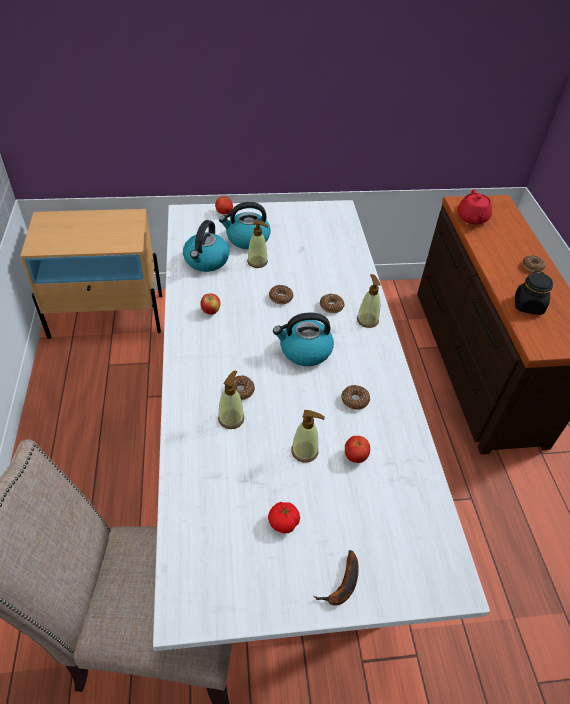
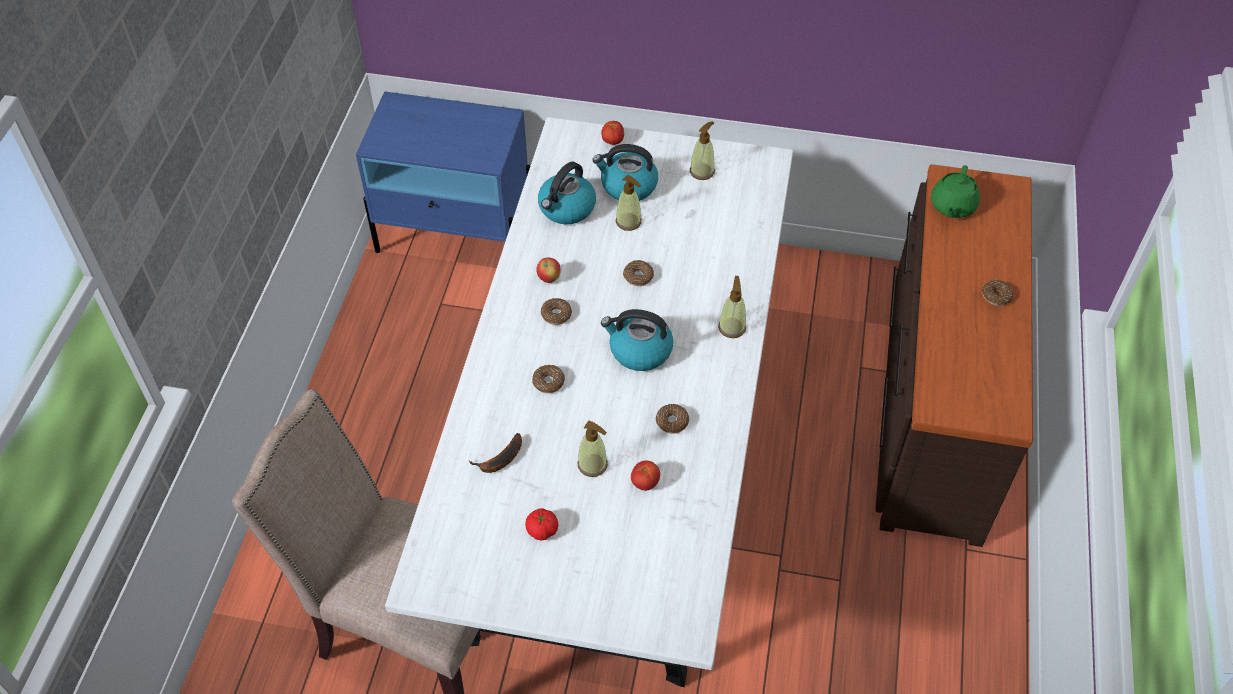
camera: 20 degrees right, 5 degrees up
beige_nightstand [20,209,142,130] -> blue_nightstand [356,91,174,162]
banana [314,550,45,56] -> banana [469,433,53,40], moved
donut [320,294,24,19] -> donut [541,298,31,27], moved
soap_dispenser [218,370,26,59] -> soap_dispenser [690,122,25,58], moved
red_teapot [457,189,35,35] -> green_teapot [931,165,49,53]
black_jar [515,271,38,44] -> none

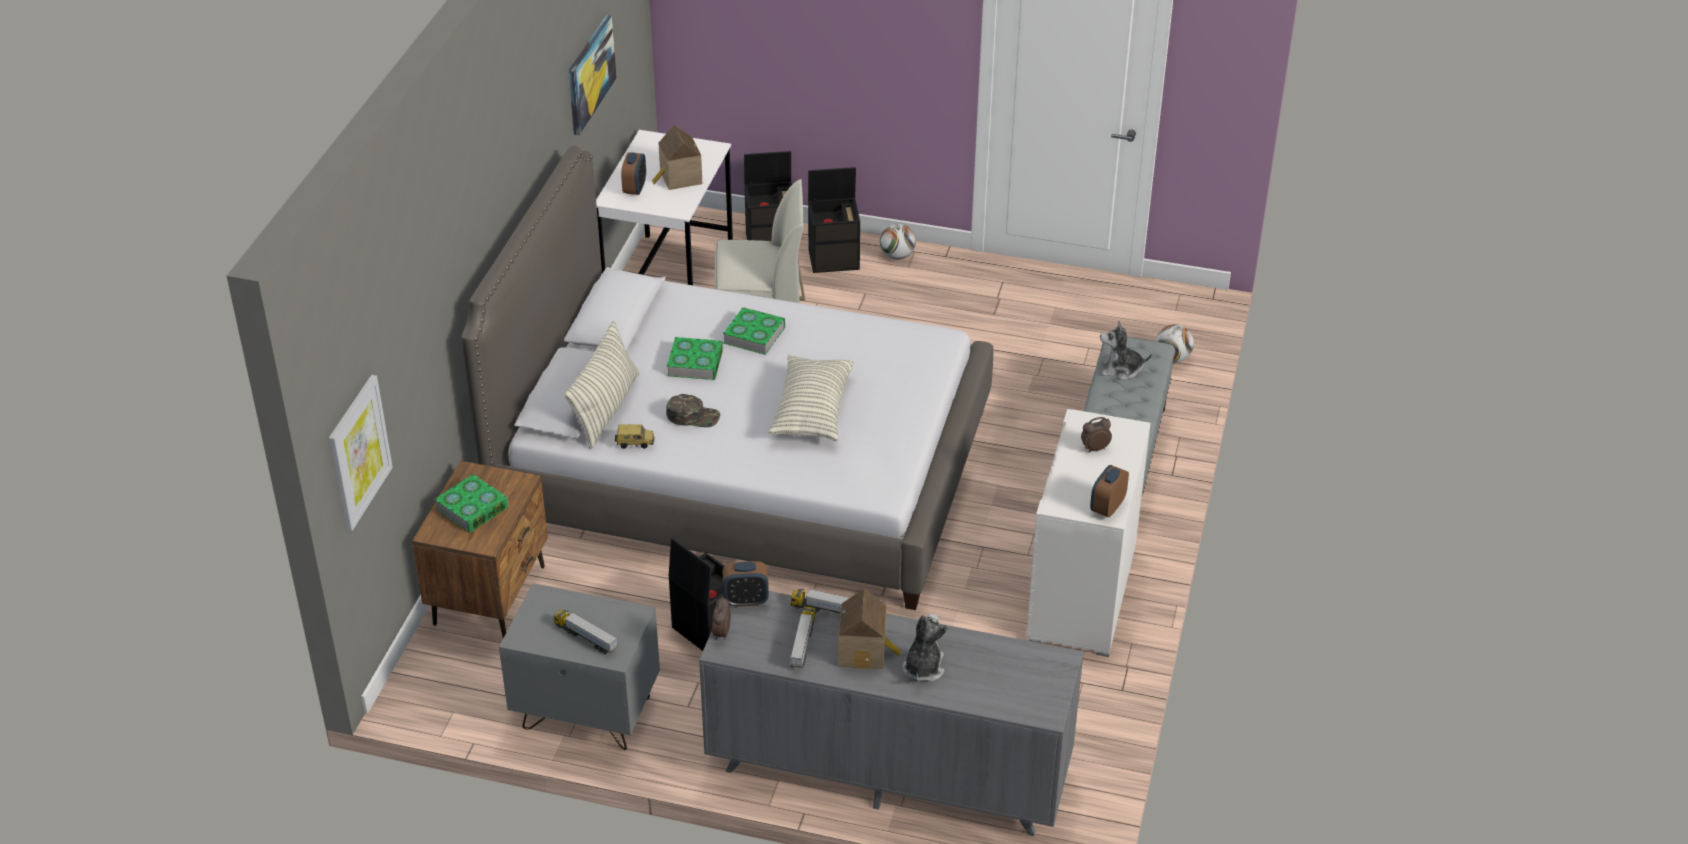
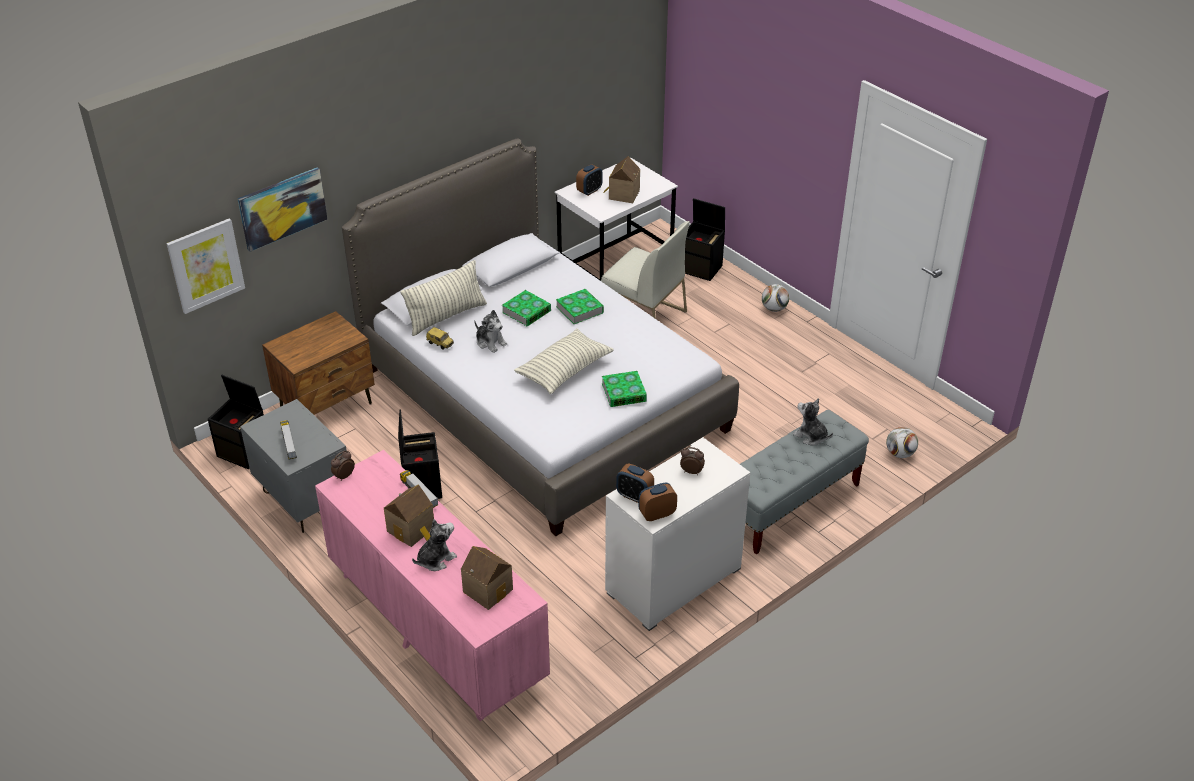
camera: 35 degrees right, 0 degrees up
black_storage_box [808,167,52,106] -> black_storage_box [208,375,56,95], moved
picture [568,15,49,121] -> picture [238,167,90,85], moved
grey_dresser [699,591,385,245] -> pink_dresser [315,450,235,271]
none -> toy_house [461,546,52,64]
green_cap [666,394,54,33] -> plush_toy [474,310,33,43]
book [434,474,75,59] -> book [602,371,45,36], moved
alarm_clock [722,561,47,46] -> alarm_clock [616,464,38,39], moved
toy_truck [790,607,25,61] -> none

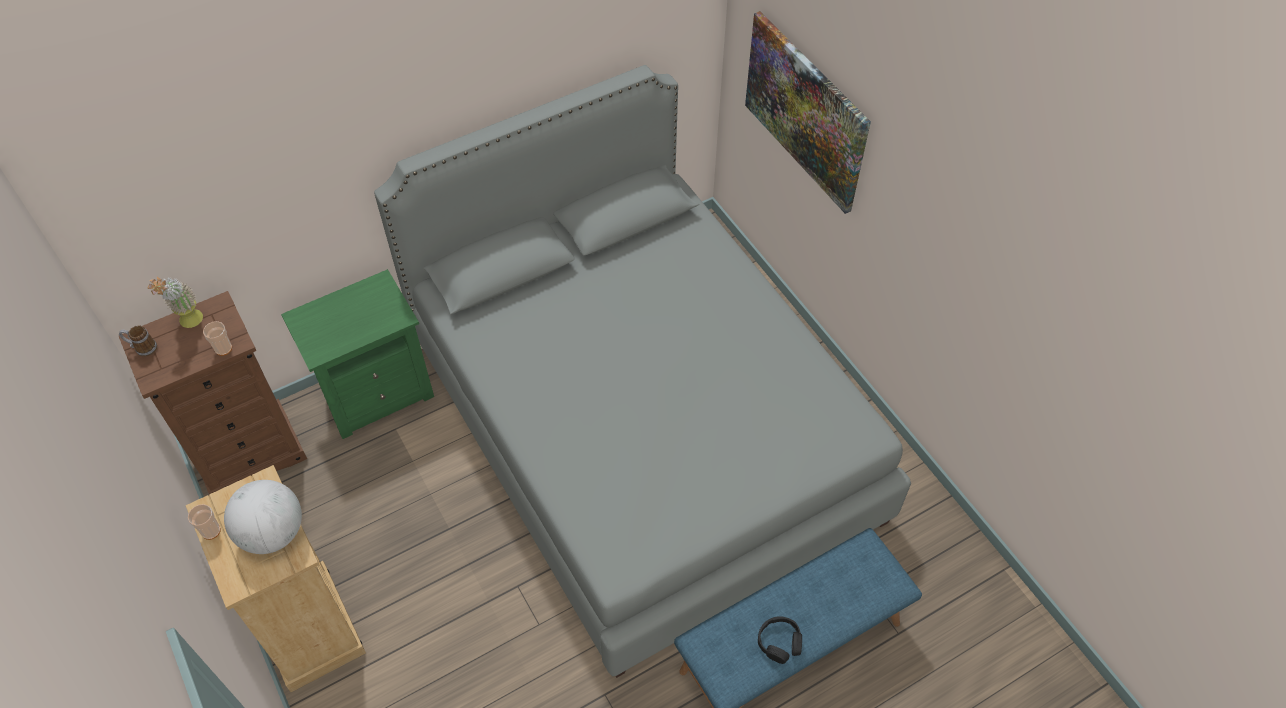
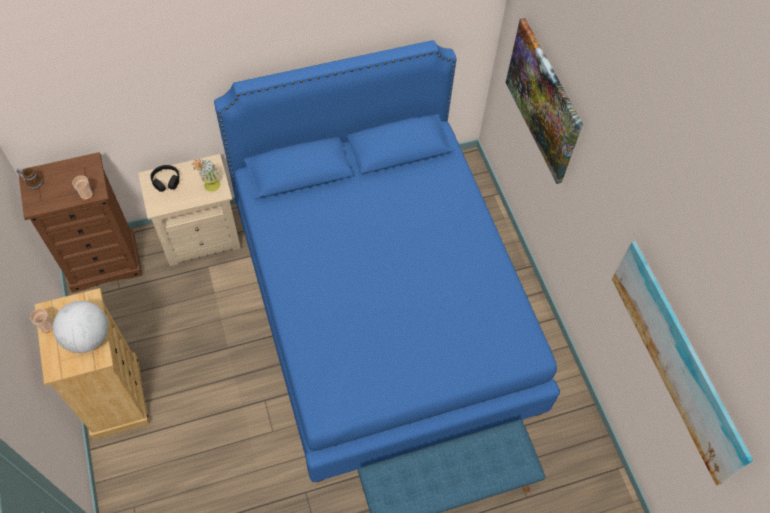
camera: 10 degrees right, 5 degrees up
green_nightstand [281,269,153,170] -> beige_nightstand [138,154,103,112]
black_headphones [758,616,44,48] -> black_headphones [150,165,29,27], moved
potted_plant [147,277,56,51] -> potted_plant [192,159,28,33], moved
grey_bed [374,65,537,613] -> blue_bed [214,40,346,442]
none -> picture [612,241,141,244]

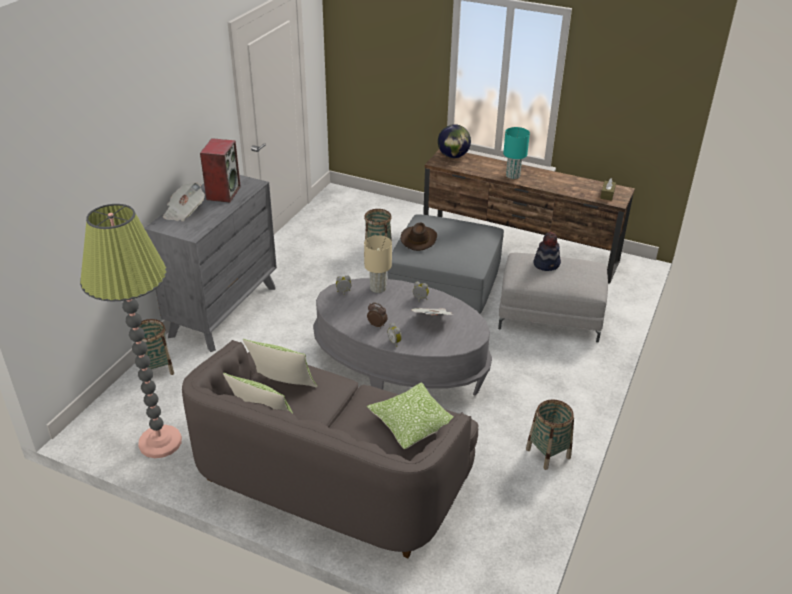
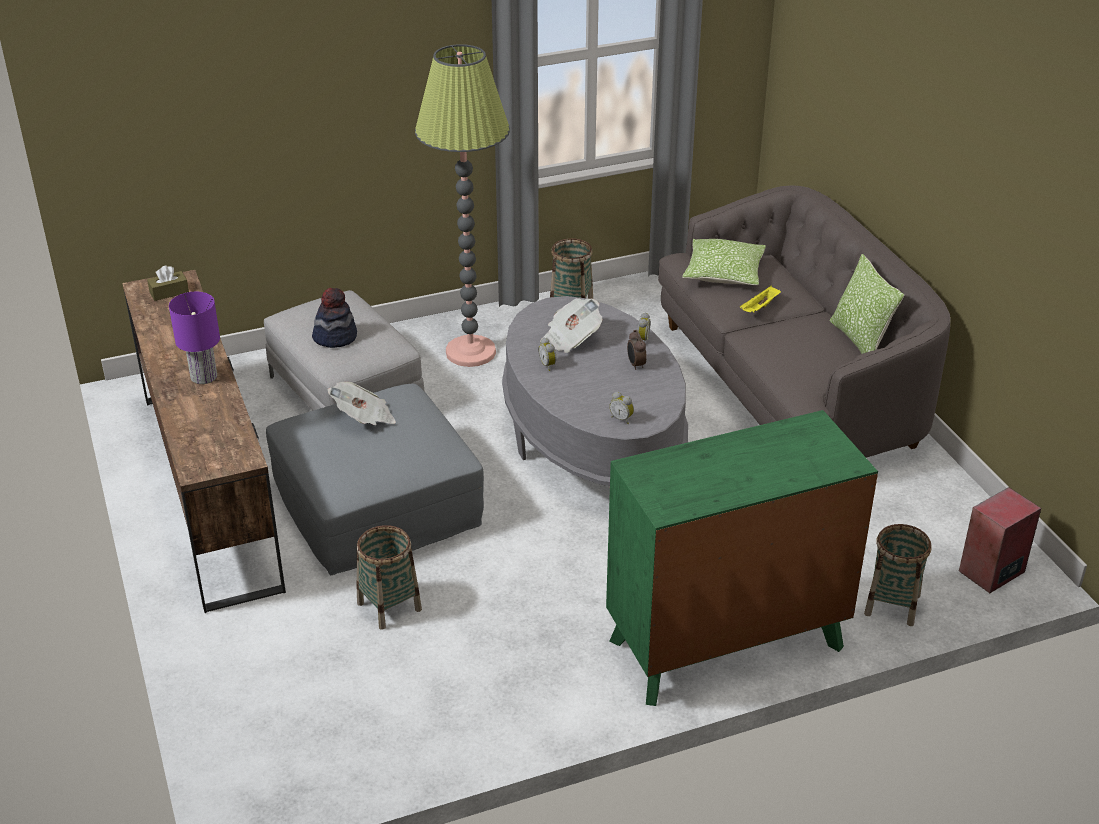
camera: 135 degrees left, 0 degrees up
turquoise_table_lamp [503,127,27,52] -> purple_table_lamp [169,292,51,92]
newspaper [163,182,42,39] -> newspaper [327,382,69,43], moved
floor_lamp [80,204,102,254] -> floor_lamp [415,44,95,323], moved
grey_dresser [144,175,133,177] -> green_dresser [606,410,272,296]
none -> yellow_tray [740,286,41,27]
speaker [200,138,41,64] -> speaker [959,487,82,106], moved
pillow [243,339,74,49] -> none
beige_table_lamp [364,235,28,58] -> none
brown_hat [401,223,36,28] -> none
globe [438,124,33,34] -> none

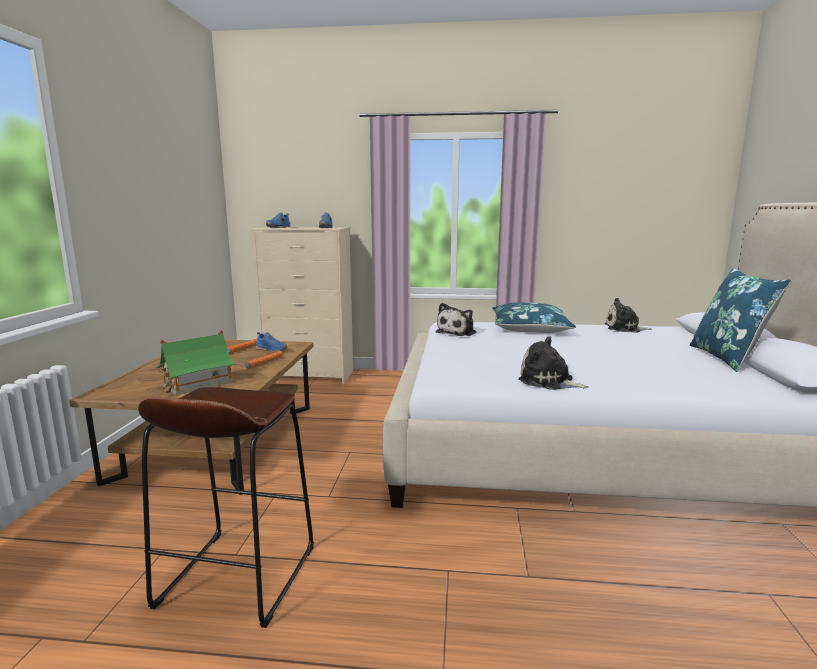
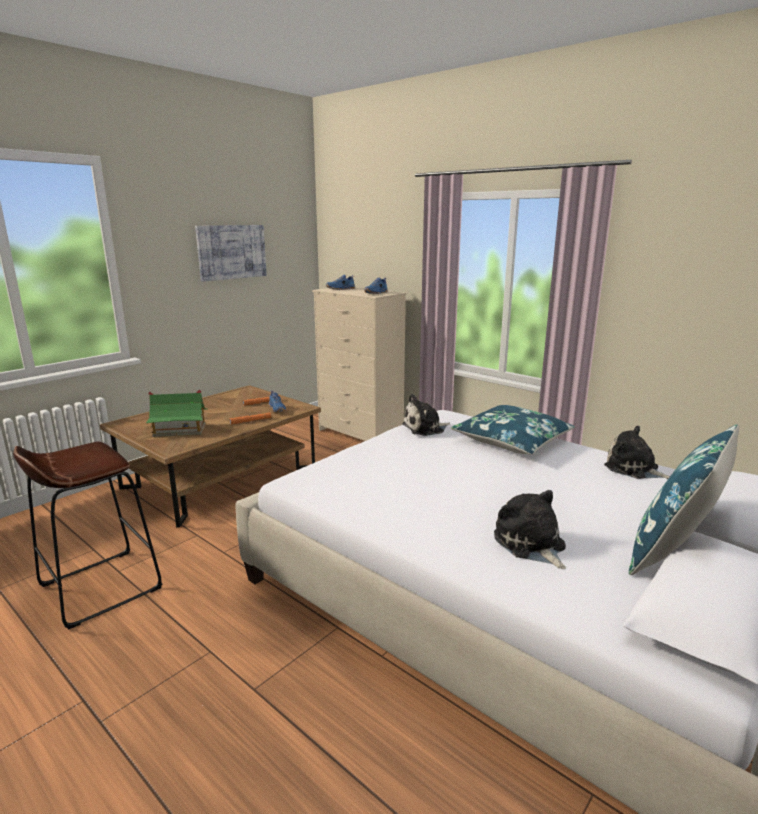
camera: 35 degrees right, 5 degrees up
none -> picture [195,225,72,57]
plush_toy [518,336,71,54] -> plush_toy [494,490,72,79], moved

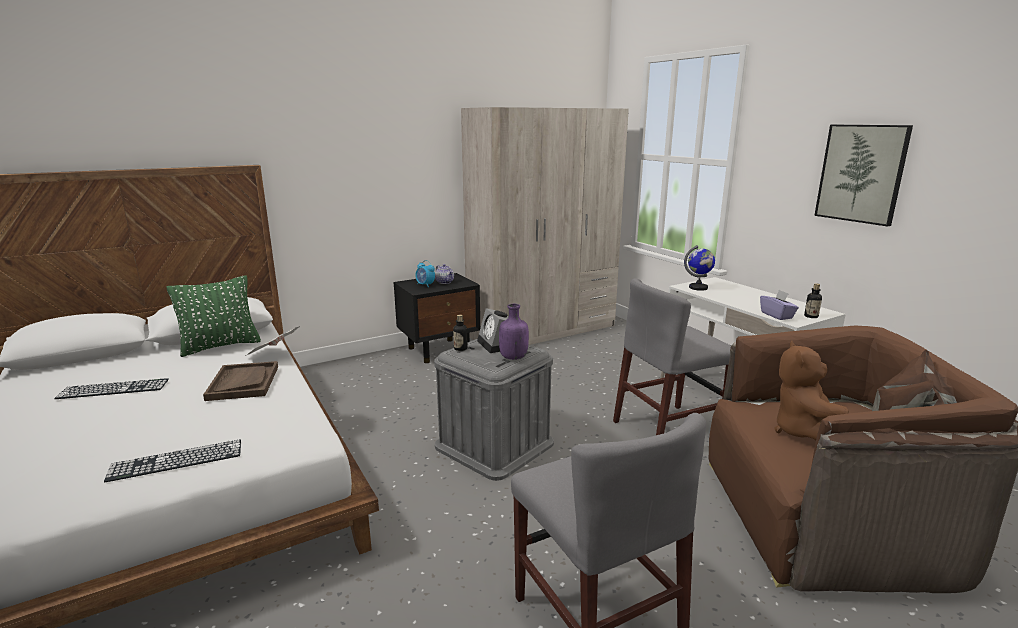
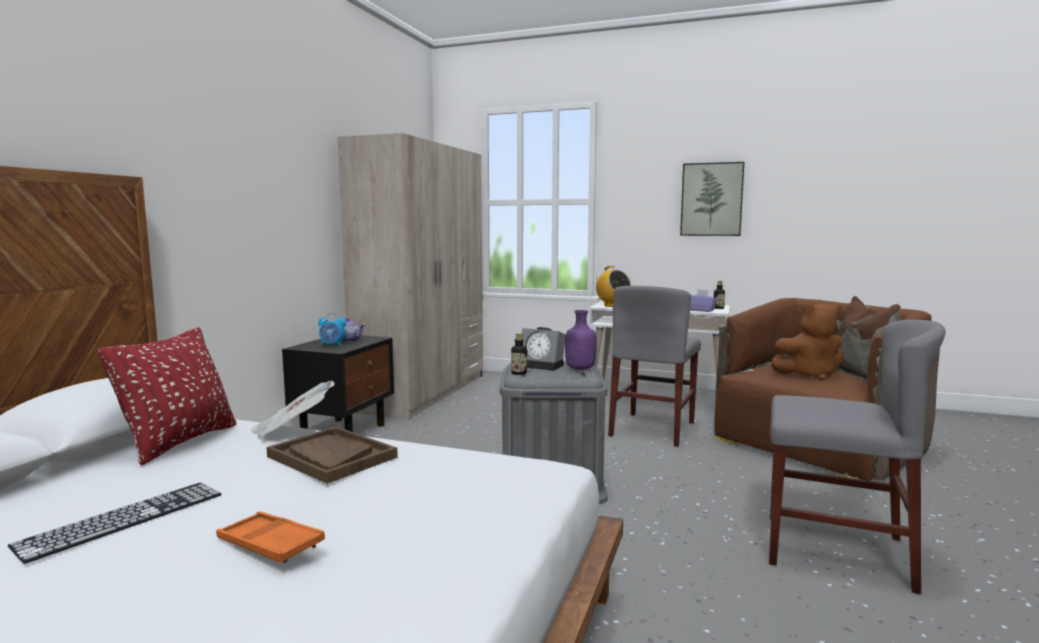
camera: 40 degrees left, 10 degrees down
green_pillow [166,275,95,82] -> red_pillow [98,327,138,139]
none -> orange_tray [216,511,109,52]
globe [684,245,31,46] -> radio [594,266,37,41]
brown_plush_toy [775,341,74,99] -> brown_plush_toy [771,304,73,77], 60 degrees counterclockwise
keyboard [104,439,137,44] -> none

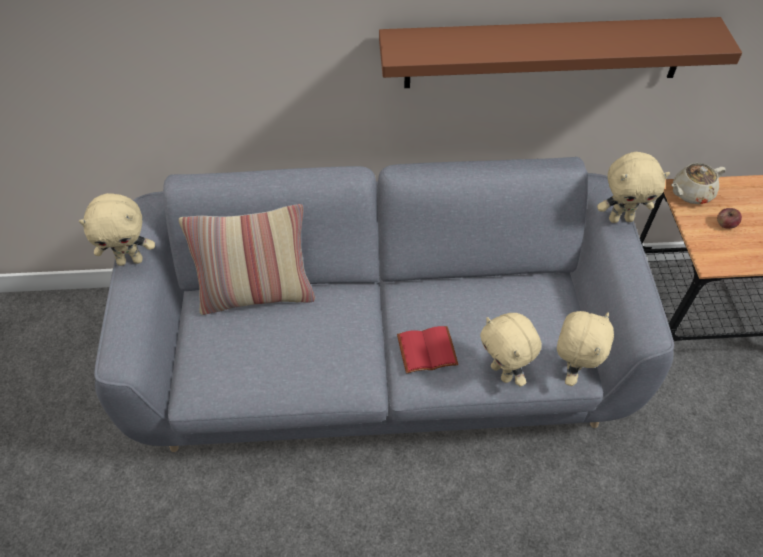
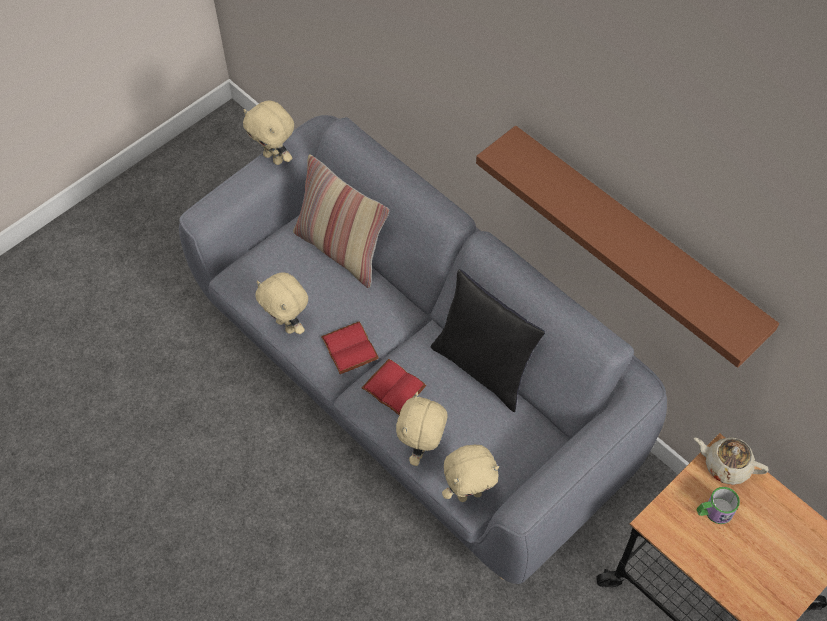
camera: 50 degrees right, 5 degrees up
beige_plush_toy [597,152,73,71] -> beige_plush_toy [256,272,52,62], moved
none -> red_book [321,321,58,53]
none -> black_pillow [431,269,114,143]
apple [717,208,25,21] -> mug [697,487,43,37]

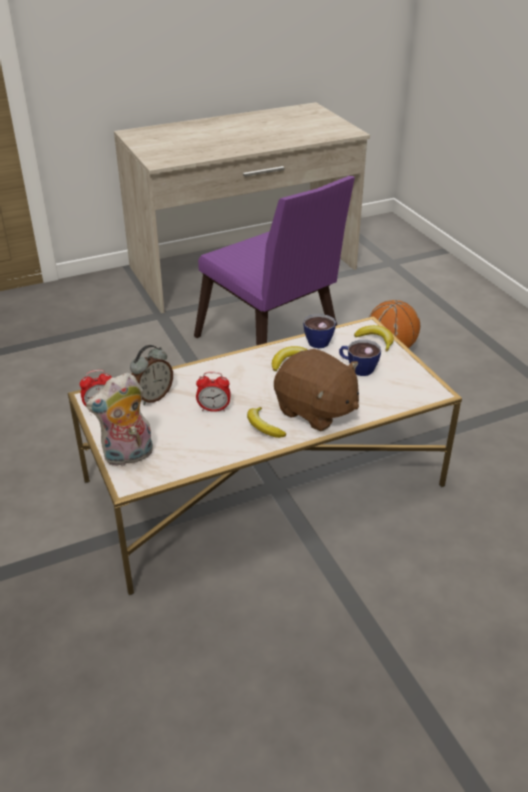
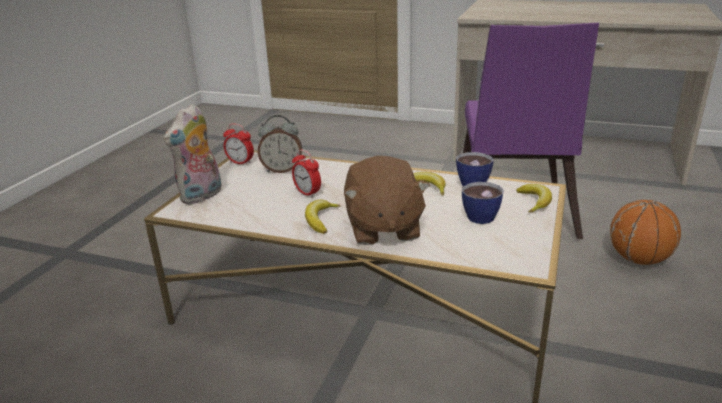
camera: 45 degrees right, 10 degrees down
plush_toy [86,372,67,94] -> plush_toy [163,104,59,101], 75 degrees counterclockwise

